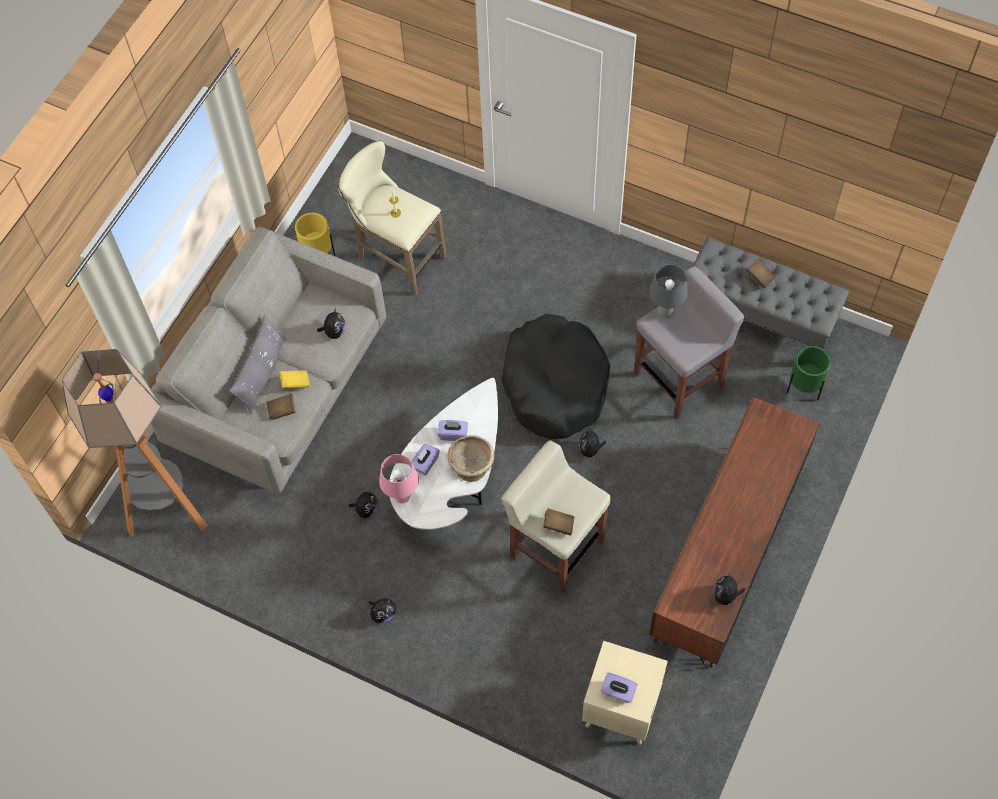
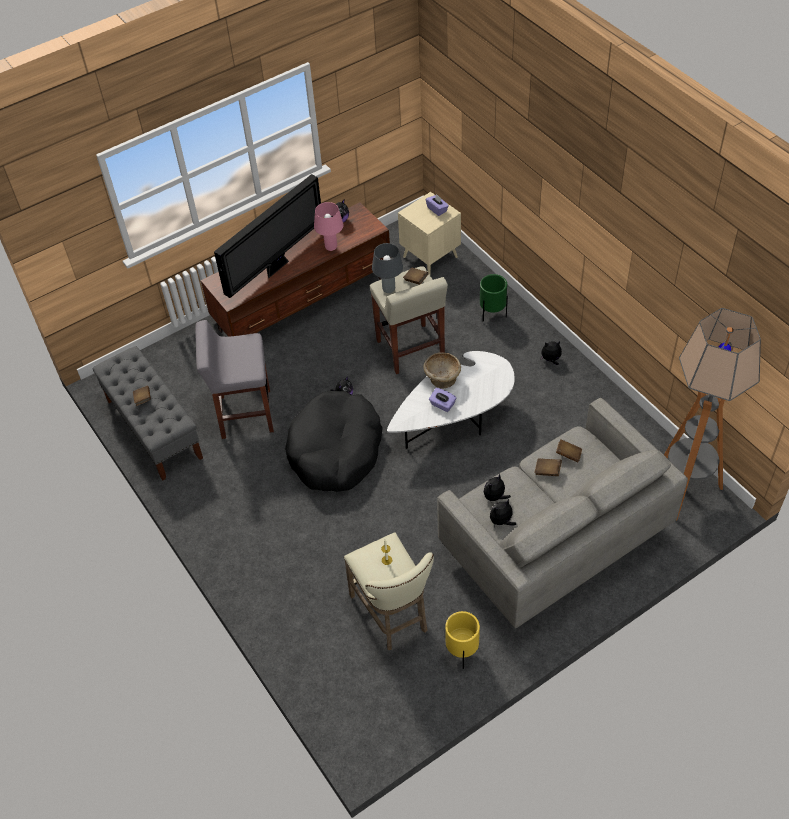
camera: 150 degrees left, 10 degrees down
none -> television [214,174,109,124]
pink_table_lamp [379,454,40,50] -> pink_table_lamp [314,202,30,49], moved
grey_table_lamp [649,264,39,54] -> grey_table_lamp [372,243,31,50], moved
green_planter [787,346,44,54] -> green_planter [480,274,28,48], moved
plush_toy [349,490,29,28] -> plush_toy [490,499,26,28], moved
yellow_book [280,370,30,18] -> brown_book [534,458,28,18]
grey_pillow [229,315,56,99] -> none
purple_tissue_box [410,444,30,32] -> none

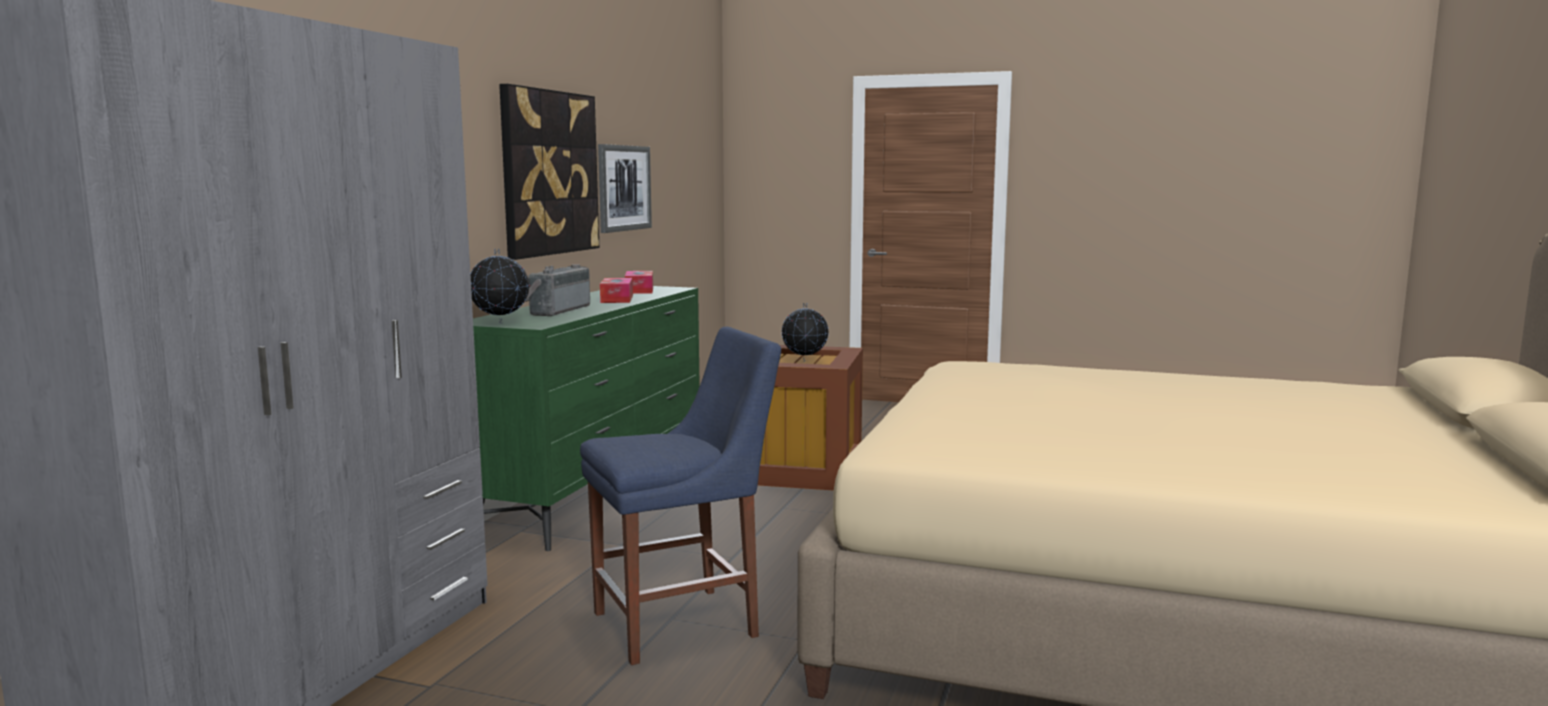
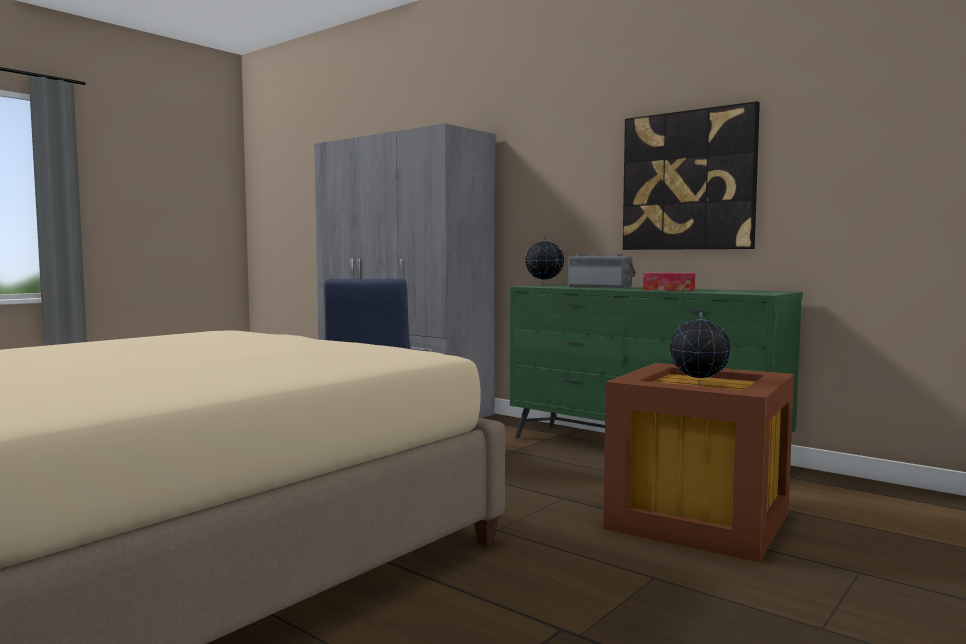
camera: 110 degrees right, 5 degrees down
picture [598,144,54,89] -> none
tissue_box [625,271,28,23] -> none

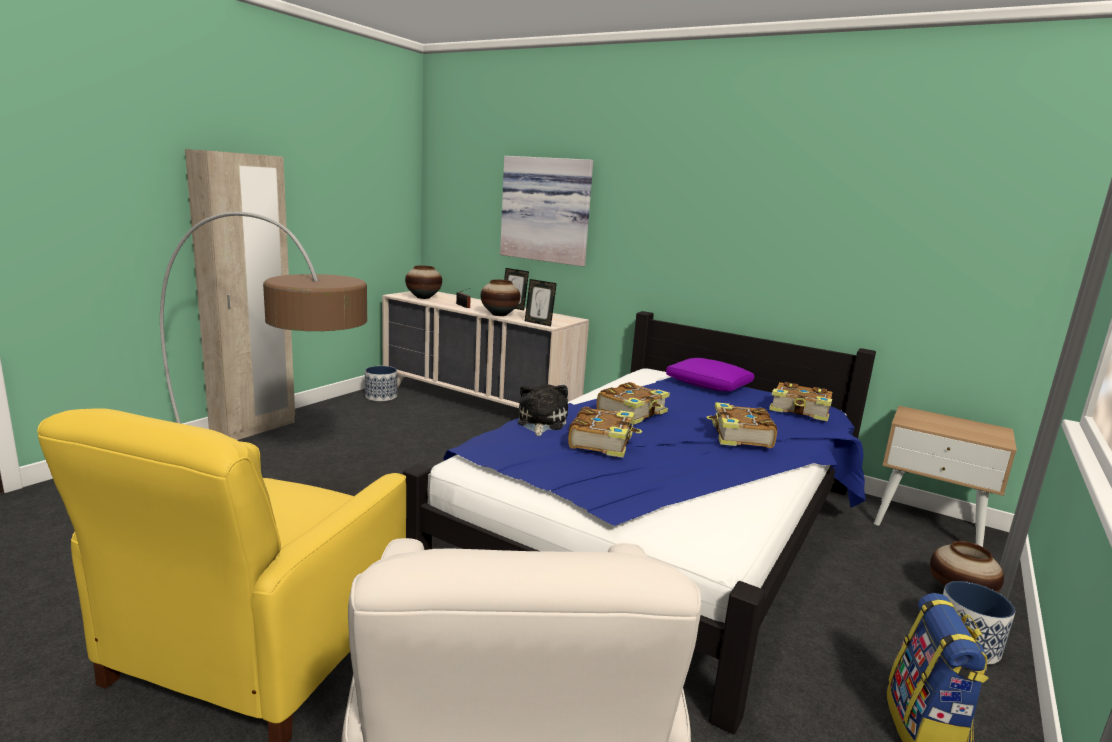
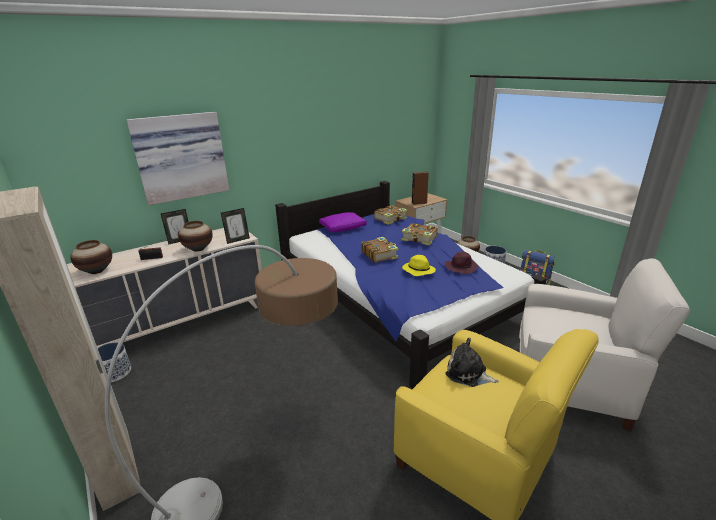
camera: 65 degrees left, 10 degrees up
book [568,407,74,51] -> yellow_hat [402,255,34,21]
none -> brown_speaker [412,172,17,33]
none -> purple_hat [445,251,33,23]
plush_toy [518,384,50,52] -> plush_toy [446,338,53,49], moved

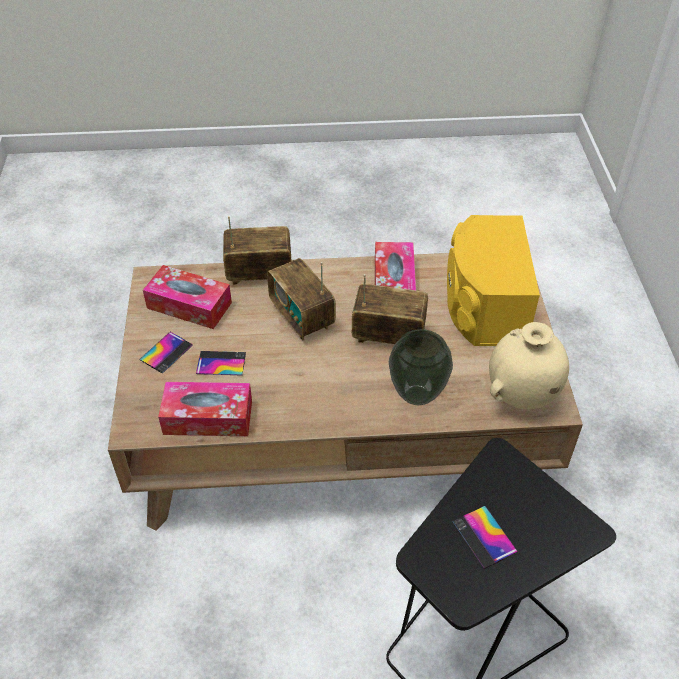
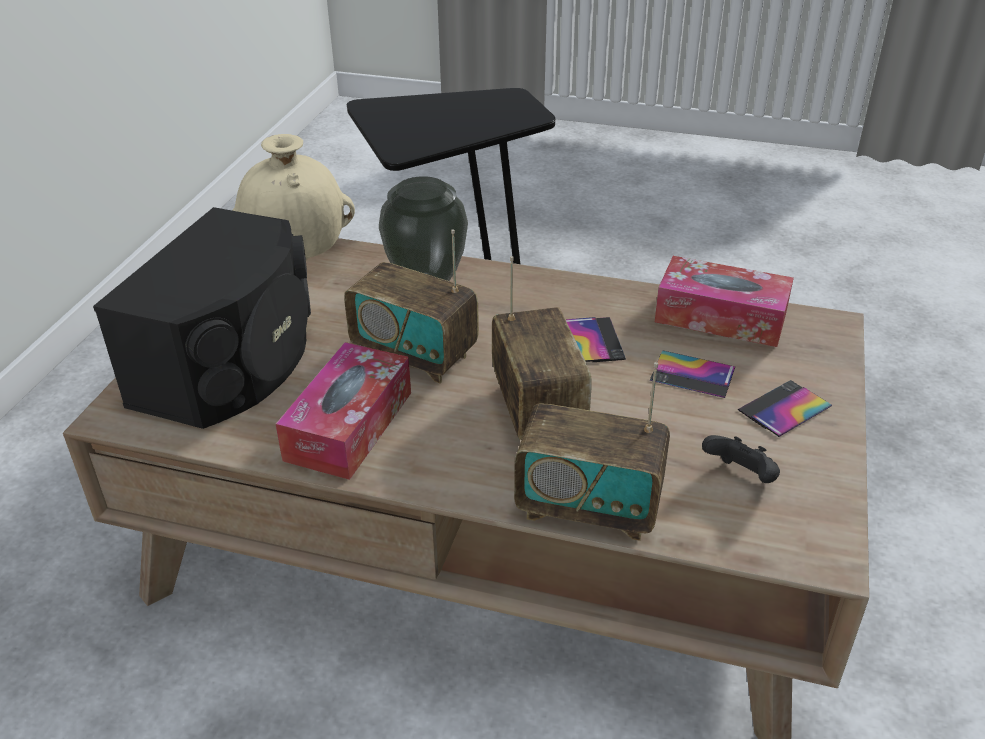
camera: 160 degrees left, 10 degrees down
yellow_speaker [447,215,93,131] -> black_speaker [93,207,218,222]
phone [453,506,65,63] -> phone [565,317,61,45], moved
tissue_box [143,265,89,64] -> black_game_controller [702,435,78,48]

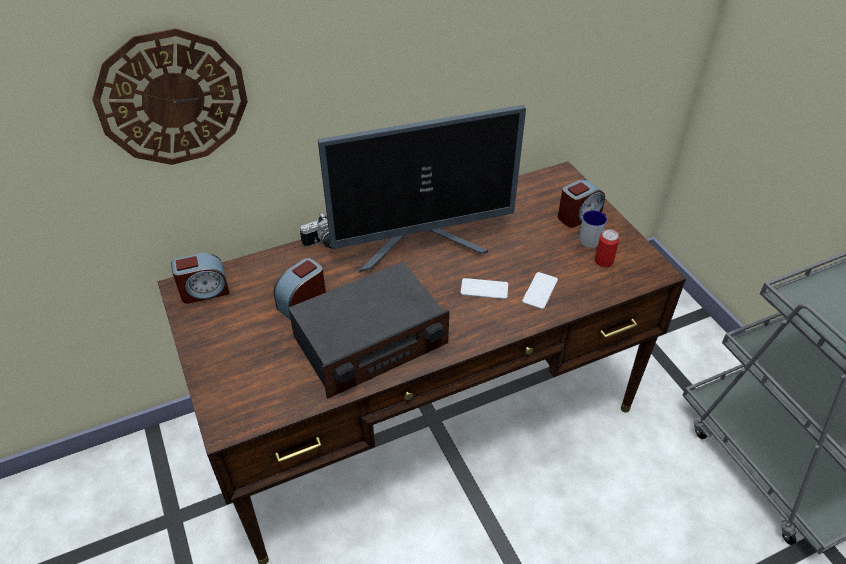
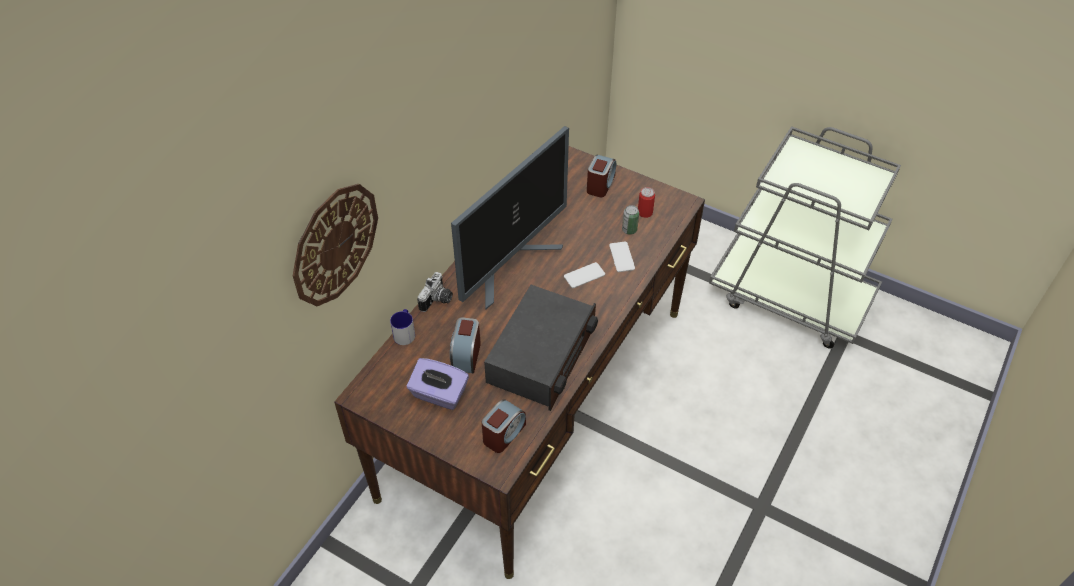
camera: 35 degrees left, 5 degrees up
mug [578,210,29,38] -> mug [390,309,25,36], moved
none -> purple_tissue_box [407,358,62,52]
alarm_clock [171,253,59,51] -> alarm_clock [482,399,44,54], moved
none -> can [622,205,17,30]

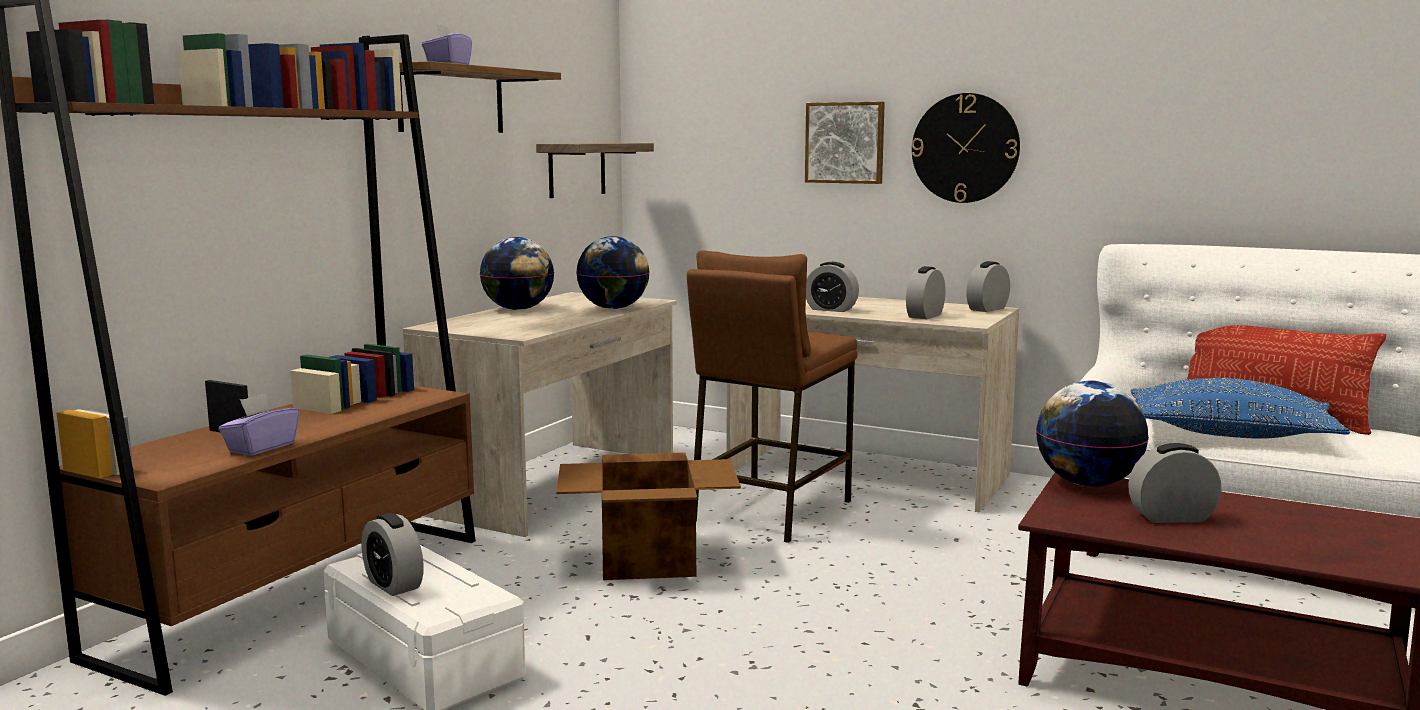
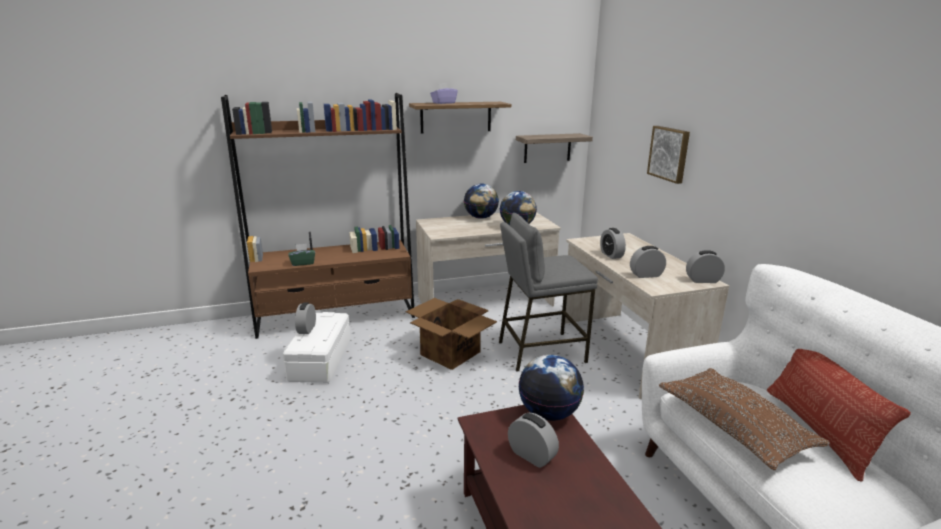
camera: 45 degrees right, 10 degrees up
purple_tissue_box [219,394,80,62] -> green_tissue_box [288,244,27,22]
brown_stool [687,250,170,293] -> grey_stool [499,213,99,159]
blue_pillow [1131,378,219,61] -> brown_pillow [659,368,171,102]
wall_clock [911,93,109,110] -> none

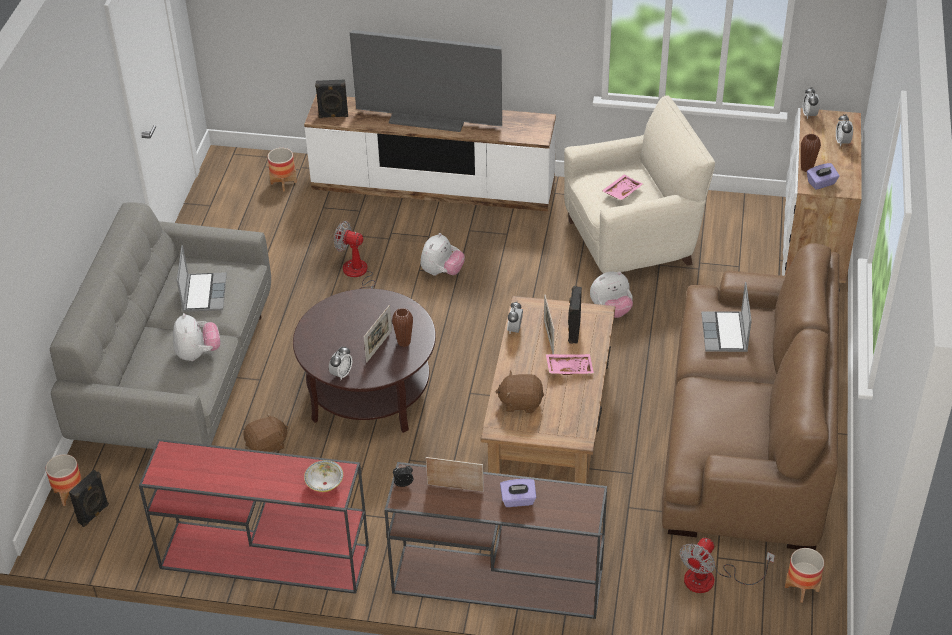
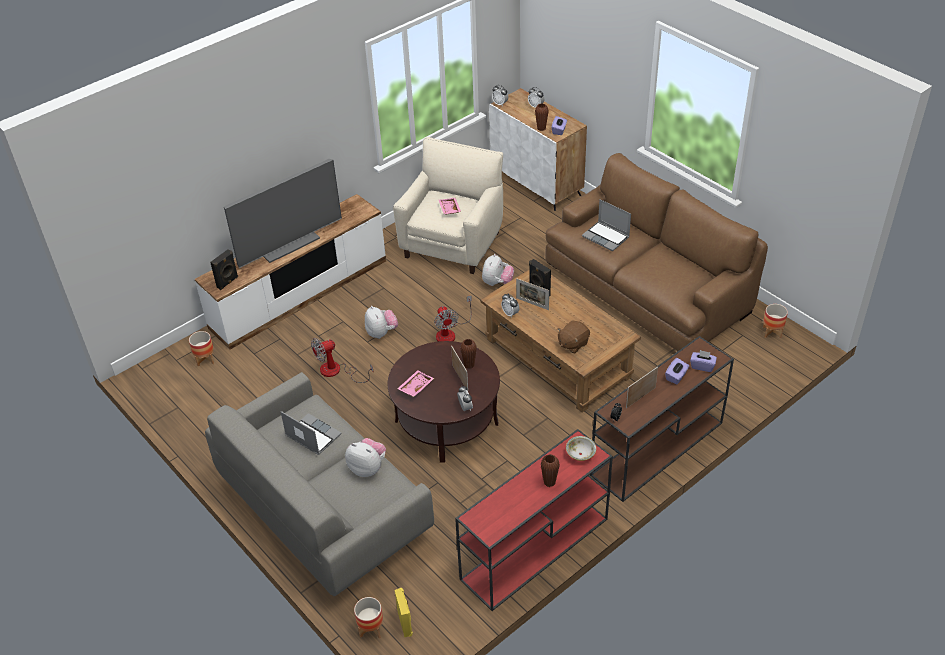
camera: 50 degrees left, 0 degrees up
black_speaker [69,470,40,57] -> yellow_speaker [395,588,18,49]
pink_tray [546,354,48,21] -> pink_tray [397,370,37,27], moved
fan [680,538,95,55] -> fan [434,295,38,46], moved
none -> brown_vase [541,454,19,33]
none -> purple_tissue_box [690,350,27,22]
brown_plush_toy [243,412,45,40] -> none

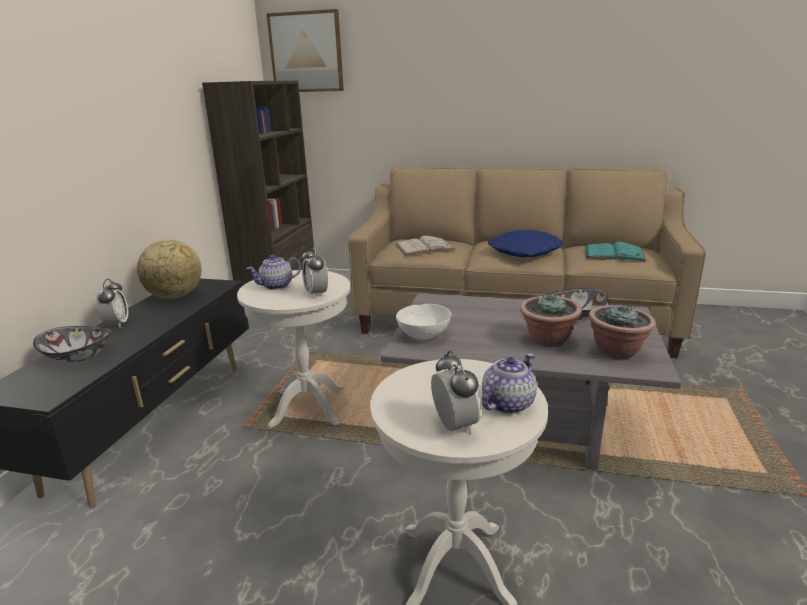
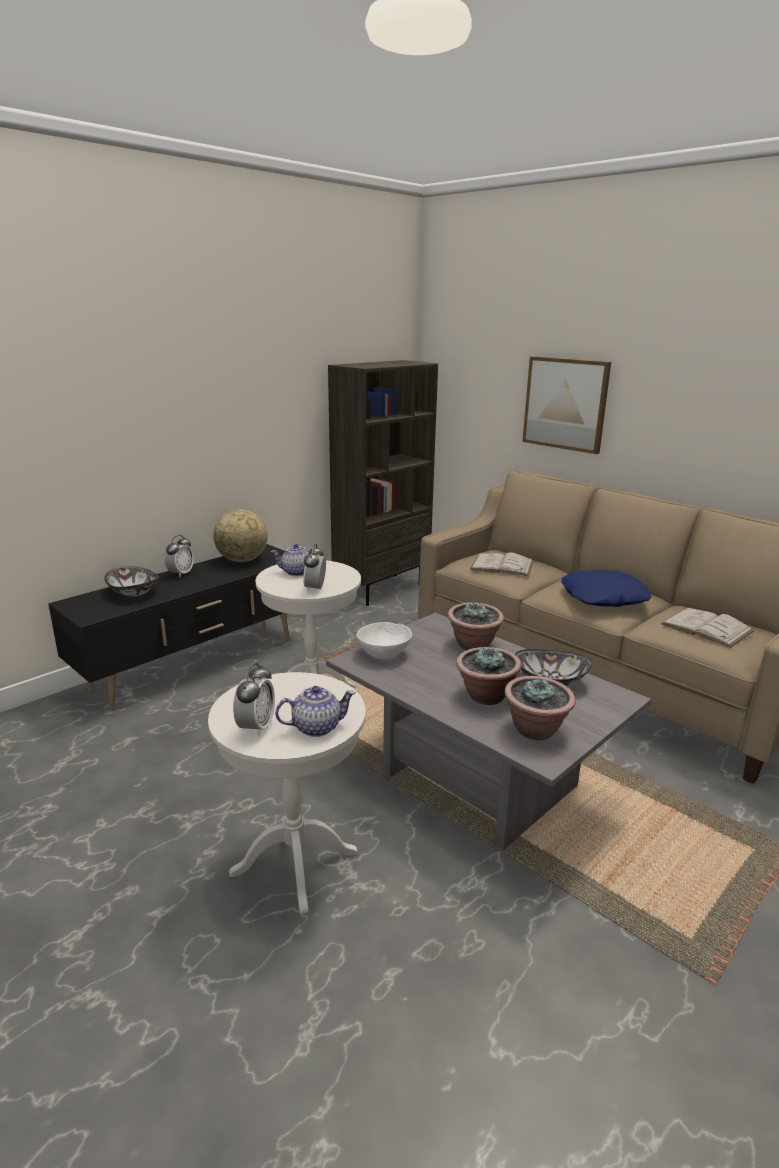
camera: 30 degrees right, 0 degrees up
none -> potted_plant [448,602,56,48]
picture [266,9,78,83] -> picture [522,356,89,98], moved
turquoise_book [585,242,61,20] -> white_book [661,608,93,40]

